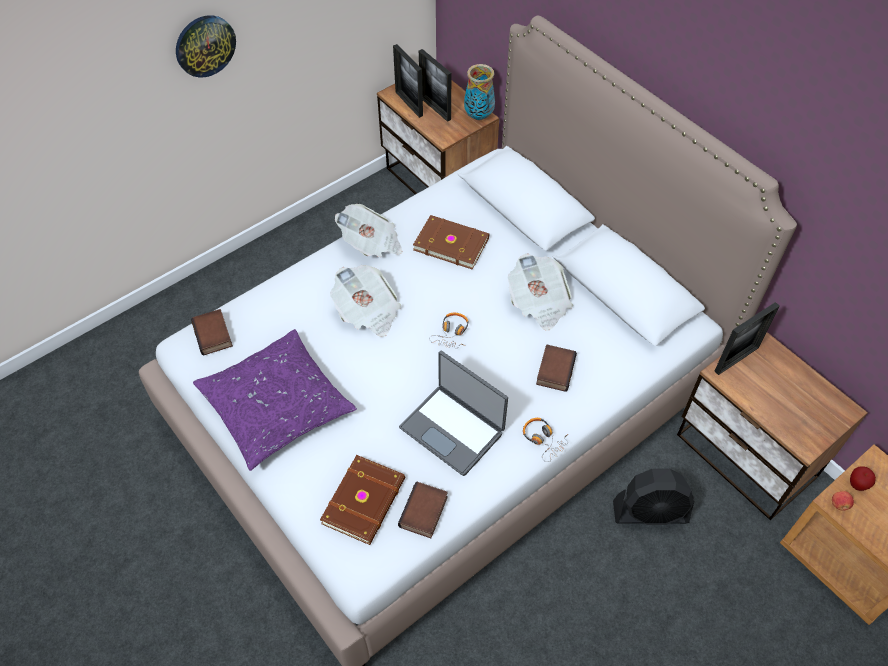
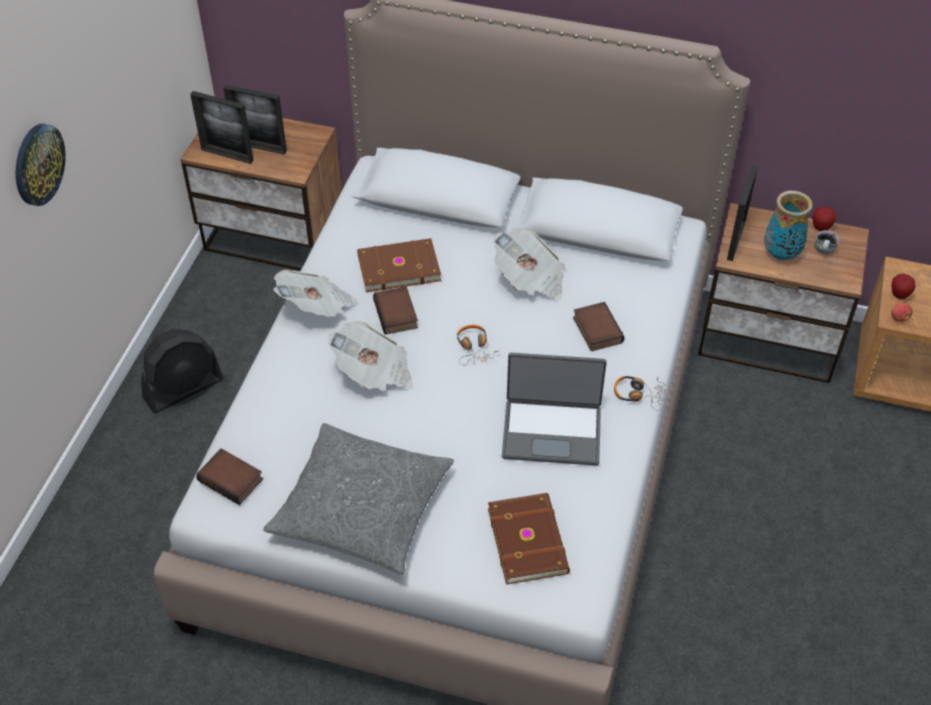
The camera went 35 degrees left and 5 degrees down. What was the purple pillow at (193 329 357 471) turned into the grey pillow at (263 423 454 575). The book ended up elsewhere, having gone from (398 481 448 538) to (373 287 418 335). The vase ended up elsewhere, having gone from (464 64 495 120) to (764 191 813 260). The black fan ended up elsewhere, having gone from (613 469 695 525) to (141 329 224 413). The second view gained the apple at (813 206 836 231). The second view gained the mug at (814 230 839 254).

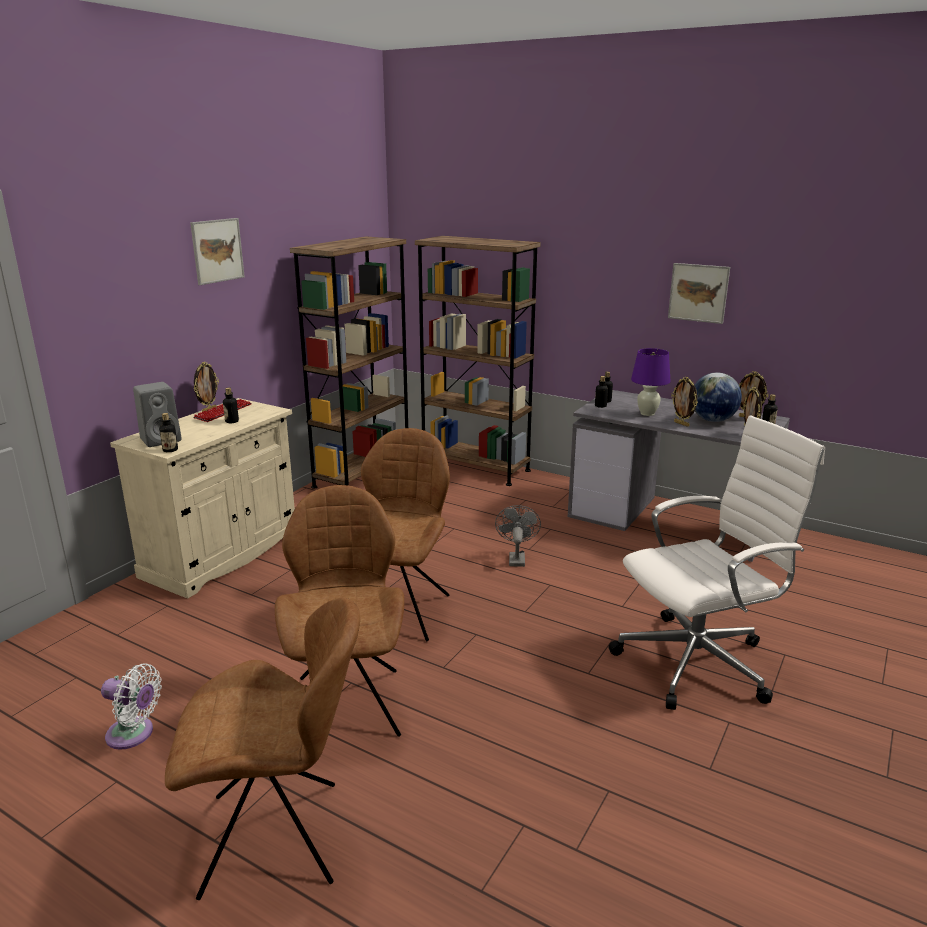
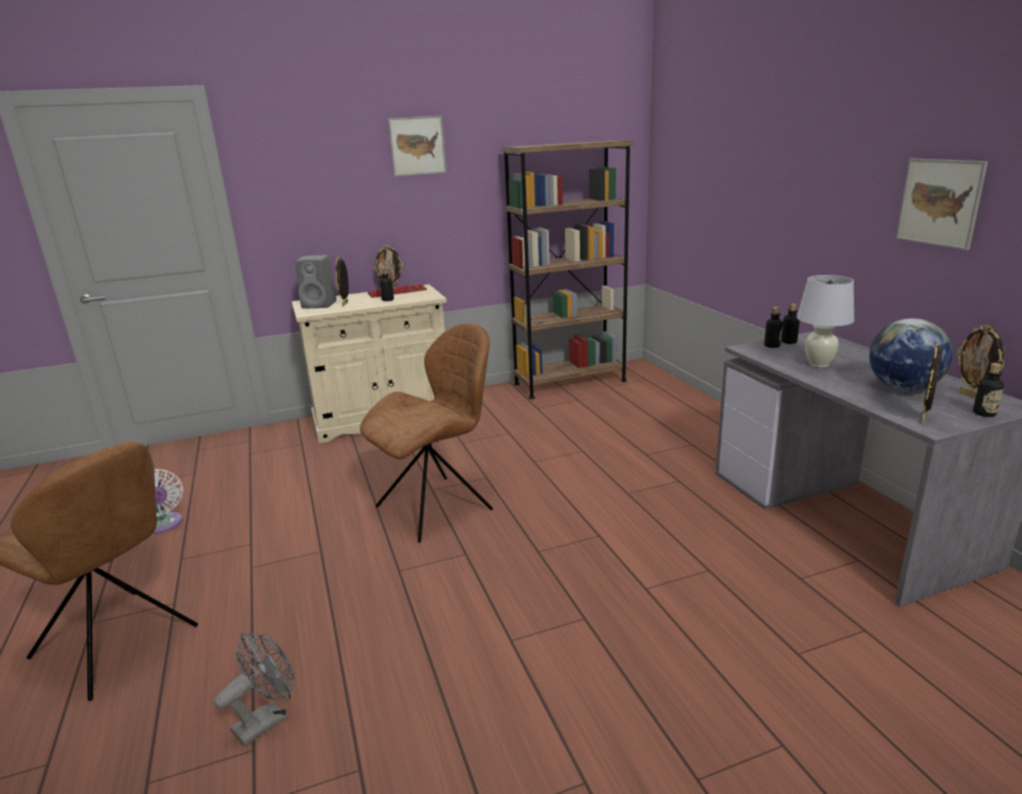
The camera went 40 degrees right and 0 degrees up. The second view lost the bottle at (159 413 178 452). The second view lost the brown chair at (275 485 404 737). The second view lost the brown bookcase at (415 236 541 486). The grey fan ended up elsewhere, having gone from (495 505 541 567) to (214 632 294 747). The second view lost the white office chair at (609 415 825 710). What was the purple table lamp at (631 348 671 416) turned into the white table lamp at (797 275 854 367). The picture frame ended up elsewhere, having gone from (671 377 698 427) to (335 256 349 306).

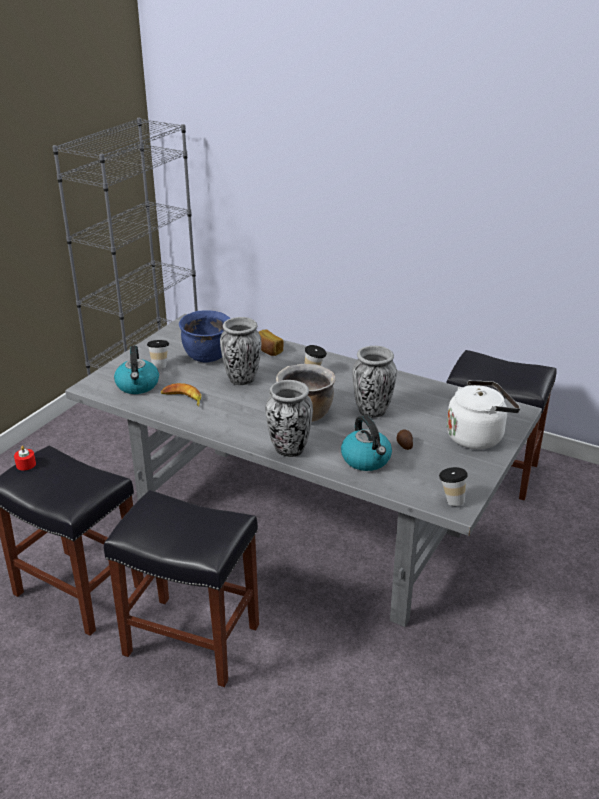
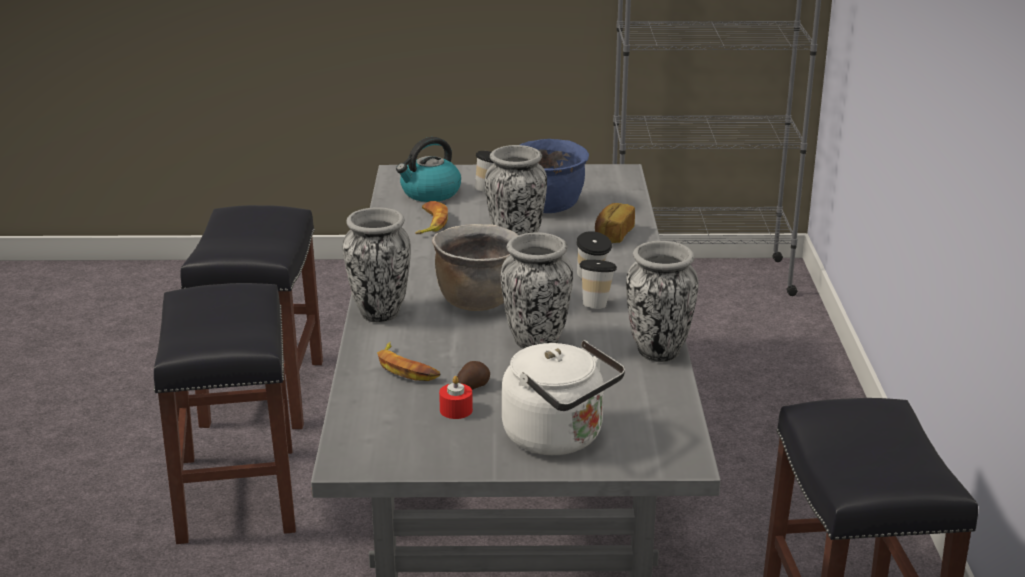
The camera went 60 degrees right and 5 degrees down. The red candle ended up elsewhere, having gone from (14 446 36 470) to (439 376 473 419). Where the kettle stood at (341 415 392 471), the banana came to stand at (377 342 440 381). The cup ended up elsewhere, having gone from (439 467 468 506) to (580 260 617 308). The second view gained the vase at (626 241 698 362).

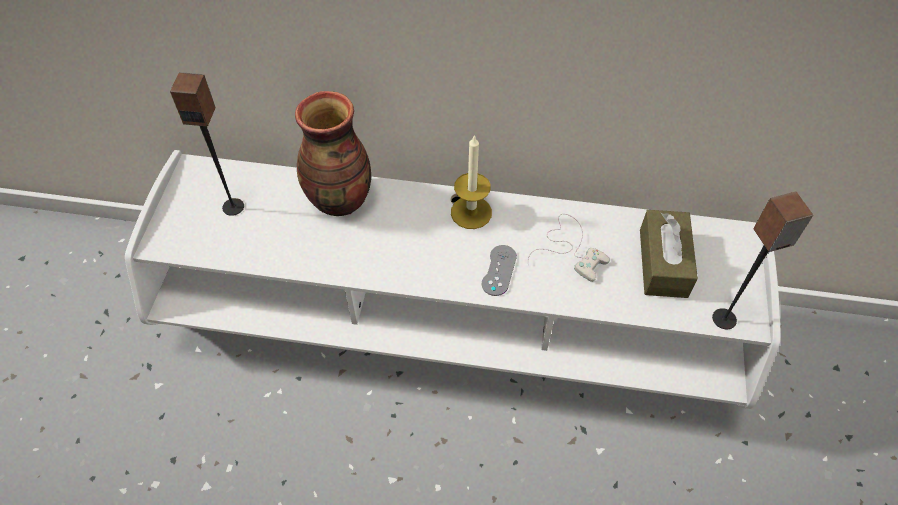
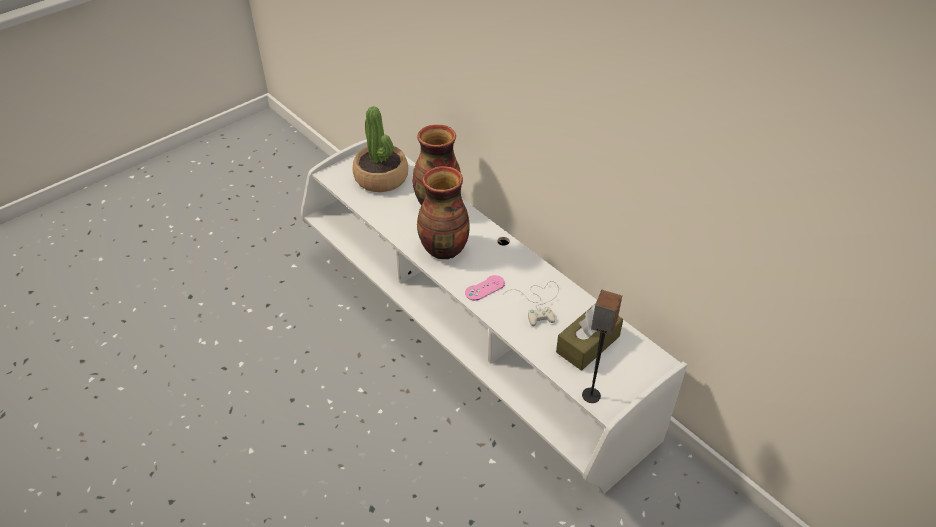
The camera went 40 degrees right and 10 degrees down. Where the speaker stood at (170 72 244 216), the potted plant came to stand at (353 106 408 192). The second view lost the candle at (451 135 492 229). What was the grey game controller at (482 245 517 296) turned into the pink game controller at (465 275 505 301). The second view gained the vase at (417 166 470 259).

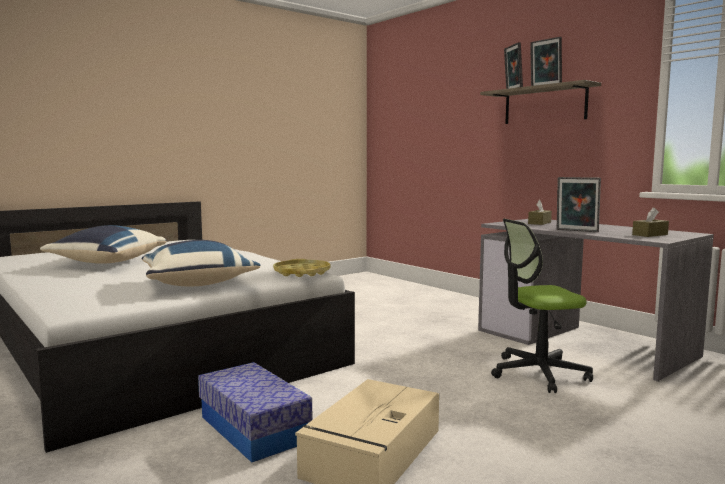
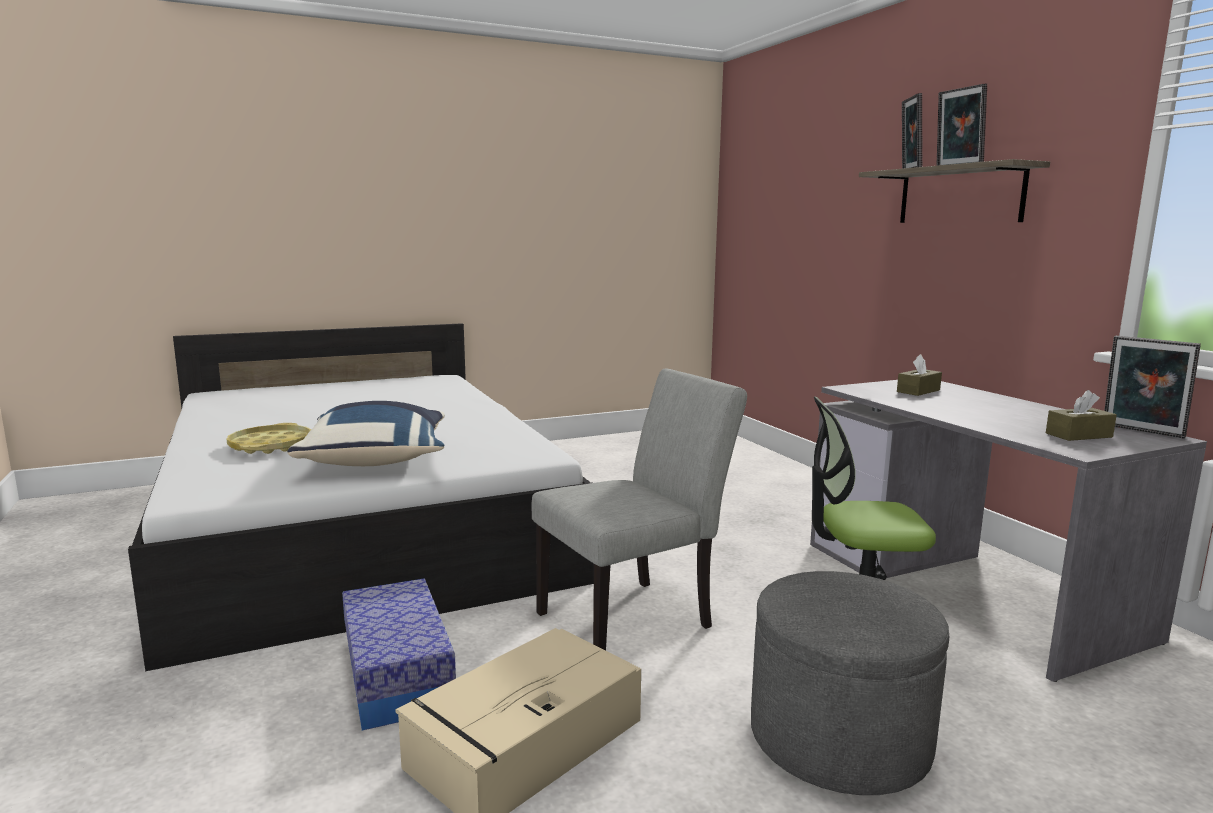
The camera went 15 degrees right and 5 degrees up. The second view lost the blue pillow at (40 225 167 264). The yellow tray ended up elsewhere, having gone from (273 259 330 277) to (226 423 311 454). The picture frame ended up elsewhere, having gone from (557 177 601 232) to (1104 336 1201 438). The second view gained the grey chair at (532 369 747 651). The second view gained the grey ottoman at (751 571 949 795).

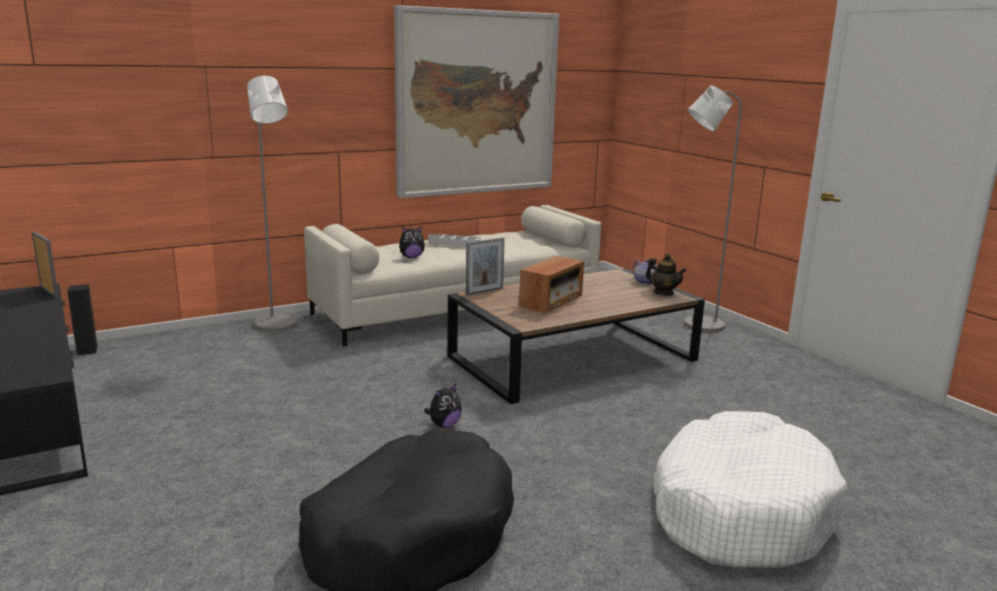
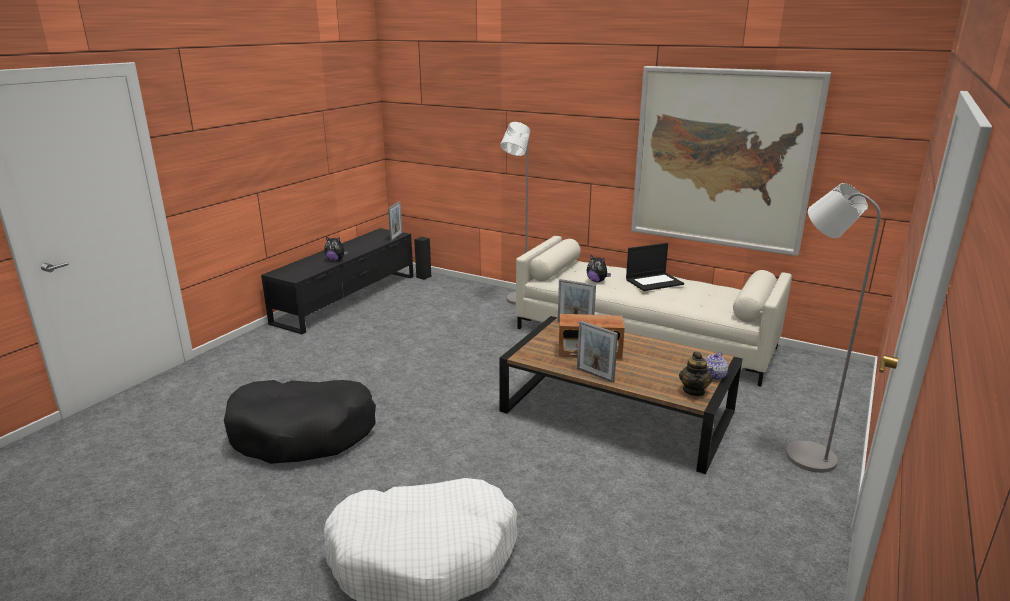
The camera went 60 degrees right and 5 degrees up. The plush toy ended up elsewhere, having gone from (424 384 462 428) to (324 237 348 261). Where the grey tray stood at (428 234 481 246), the laptop came to stand at (626 243 684 291). The second view gained the picture frame at (577 321 618 382).

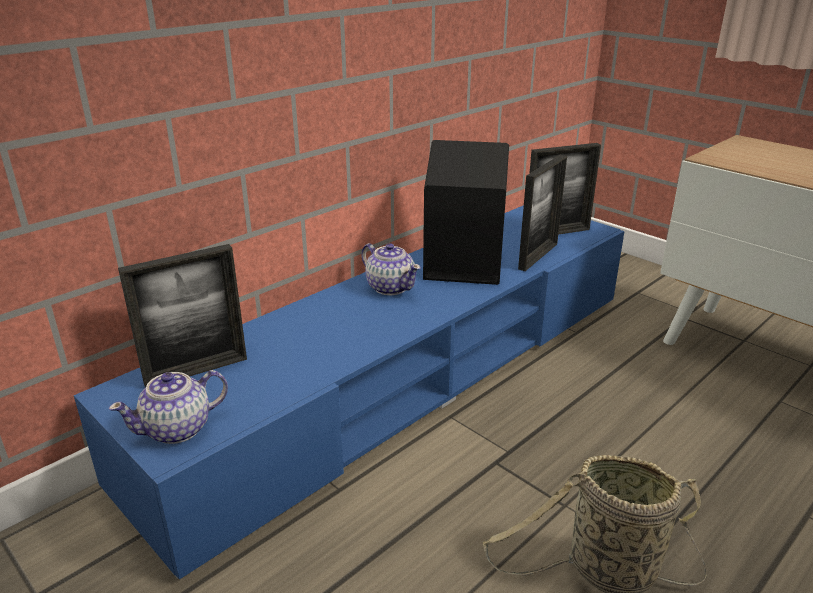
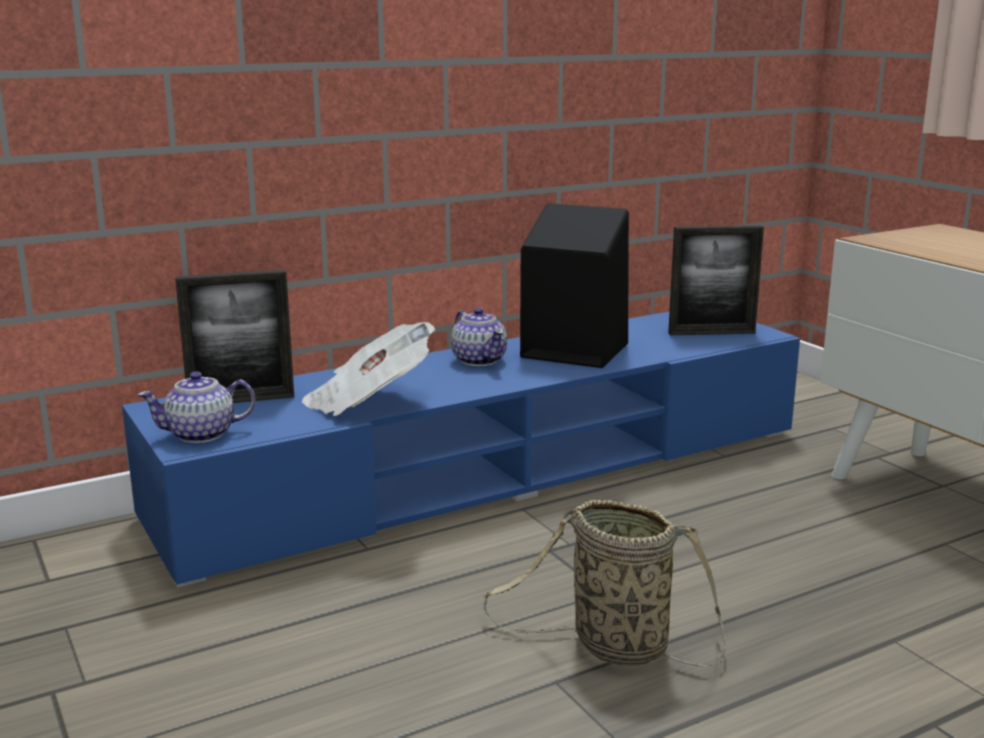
The camera went 15 degrees right and 10 degrees down. The second view lost the picture frame at (518 155 567 271). The second view gained the newspaper at (302 322 435 416).

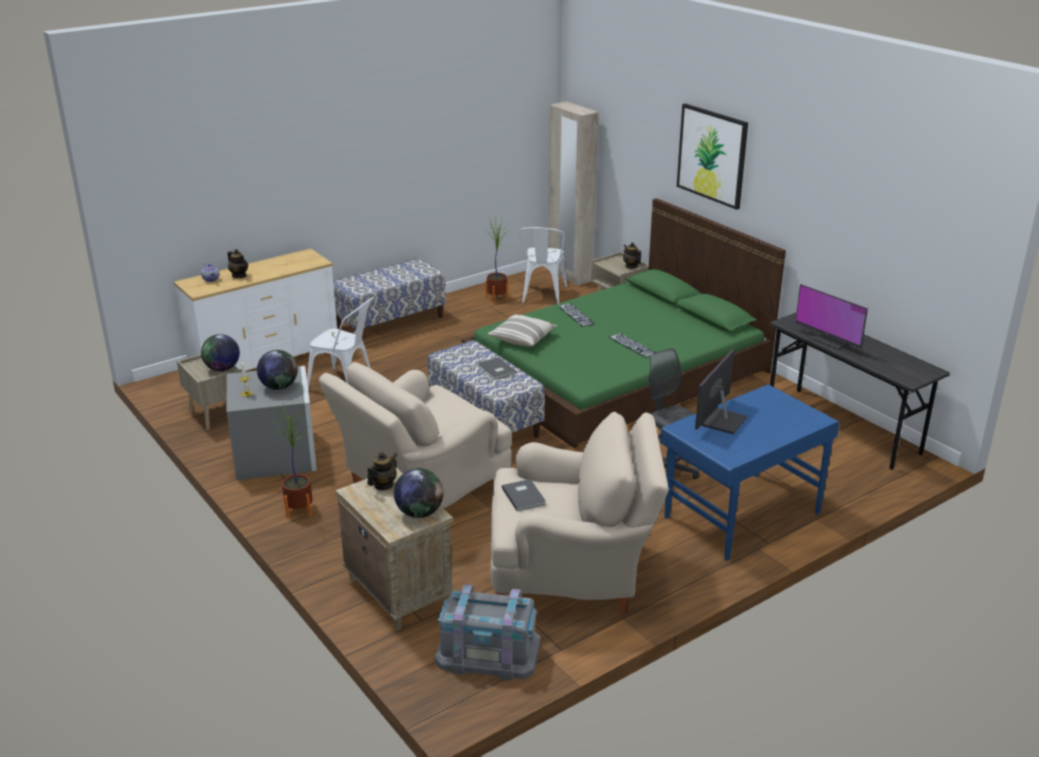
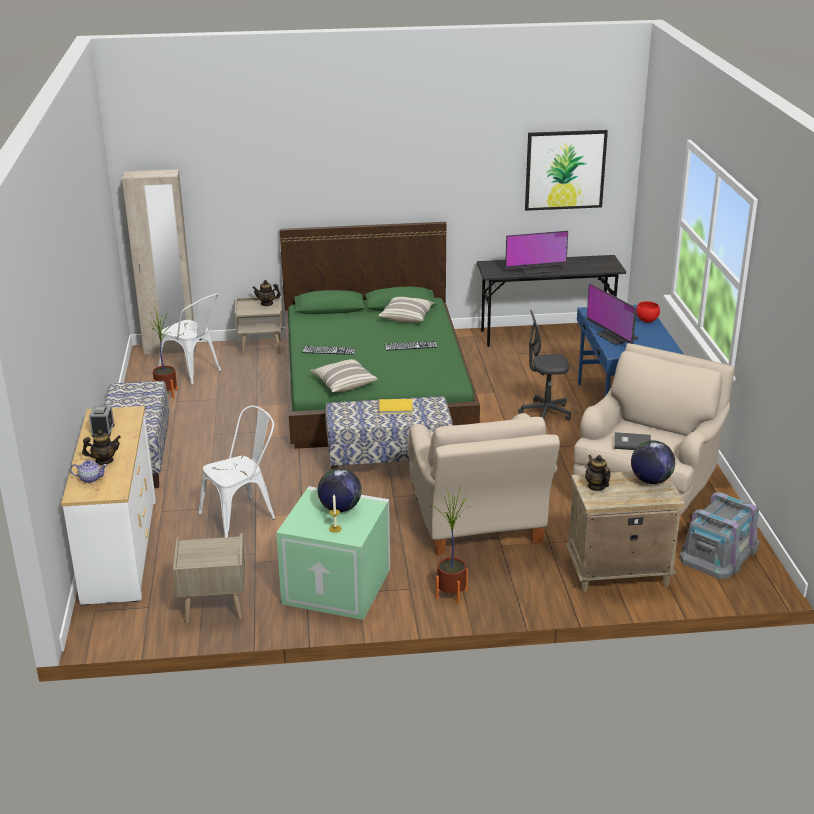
The camera went 60 degrees left and 0 degrees up. The second view lost the globe at (201 334 240 371). What was the grey storage box at (227 366 317 480) turned into the green storage box at (276 486 390 620). What was the grey book at (478 357 516 380) turned into the yellow book at (379 399 413 414). The picture ended up elsewhere, having gone from (677 103 748 210) to (525 130 608 211). The second view gained the alarm clock at (89 406 115 437). The second view gained the pillow at (378 297 435 322). The second view gained the red bowl at (636 301 660 323).

